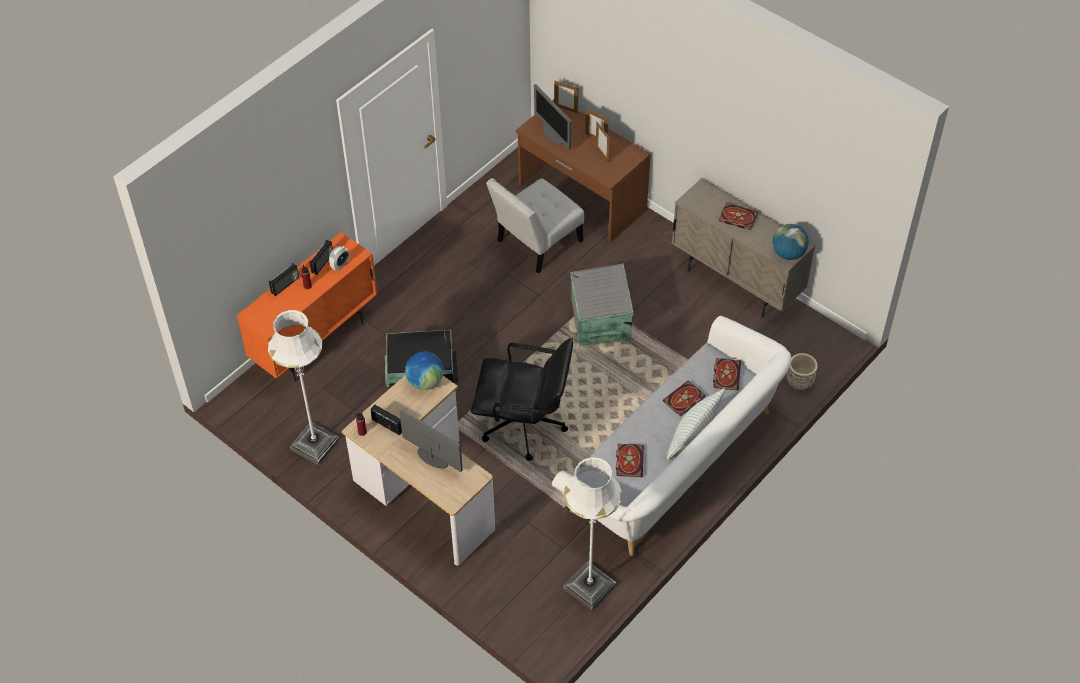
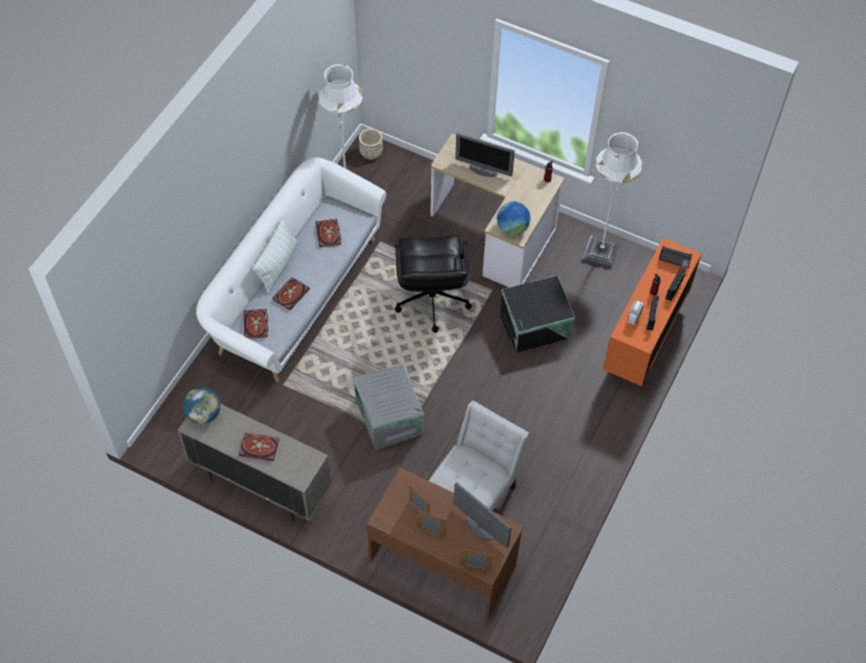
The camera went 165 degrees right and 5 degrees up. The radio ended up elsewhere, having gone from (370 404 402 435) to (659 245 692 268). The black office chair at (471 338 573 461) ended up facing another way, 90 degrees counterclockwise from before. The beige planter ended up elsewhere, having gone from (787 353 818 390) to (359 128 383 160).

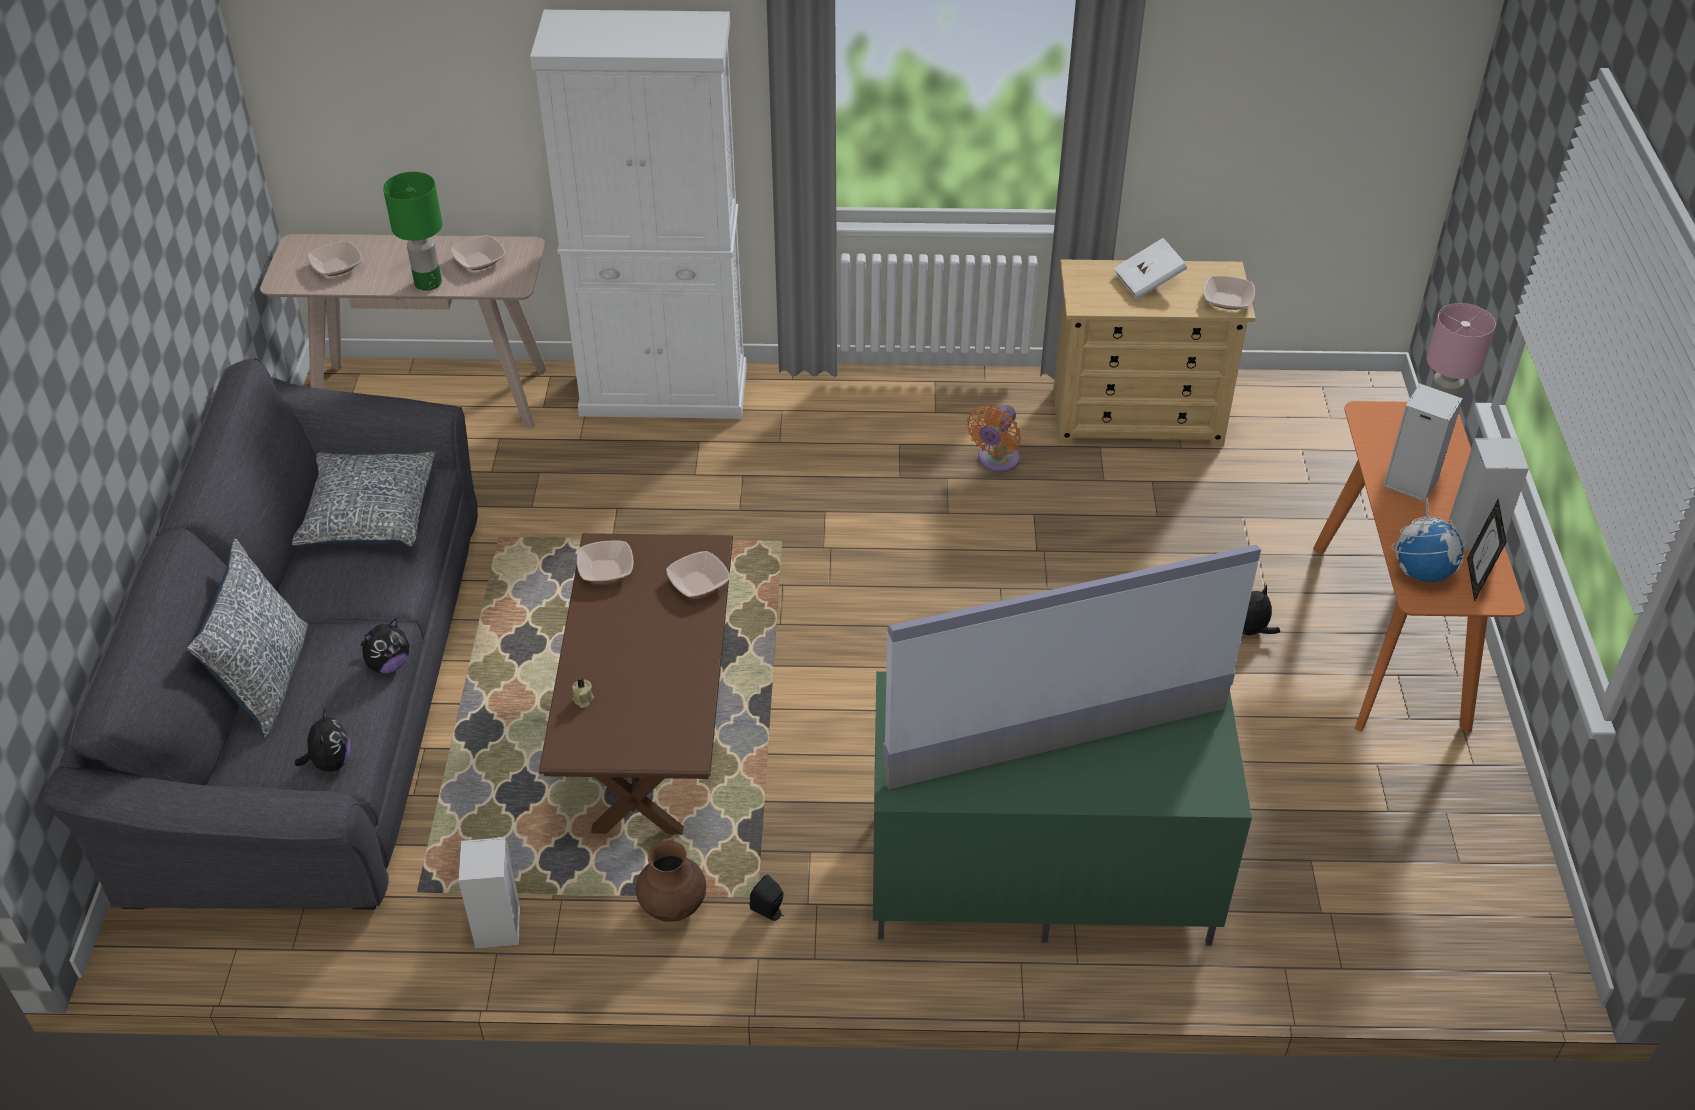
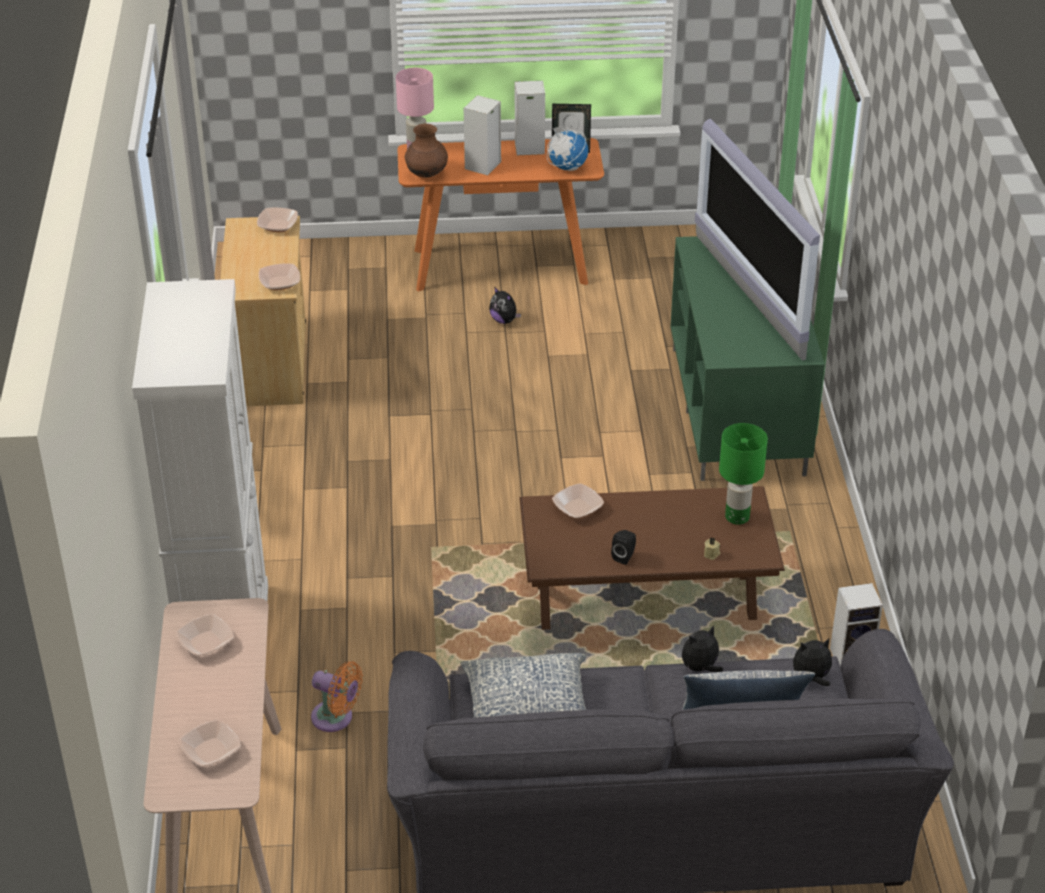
The camera went 95 degrees left and 5 degrees down. The plush toy at (361 618 409 673) ended up facing another way, 75 degrees counterclockwise from before. The green table lamp ended up elsewhere, having gone from (383 172 443 291) to (719 423 768 525). The bowl ended up elsewhere, having gone from (577 541 633 581) to (259 263 300 290). The brown vase ended up elsewhere, having gone from (636 840 706 922) to (405 124 448 177). The black speaker ended up elsewhere, having gone from (750 874 784 921) to (611 530 636 565). The orange fan ended up elsewhere, having gone from (967 405 1021 472) to (311 661 363 732). The second view lost the white book at (1114 238 1187 299).

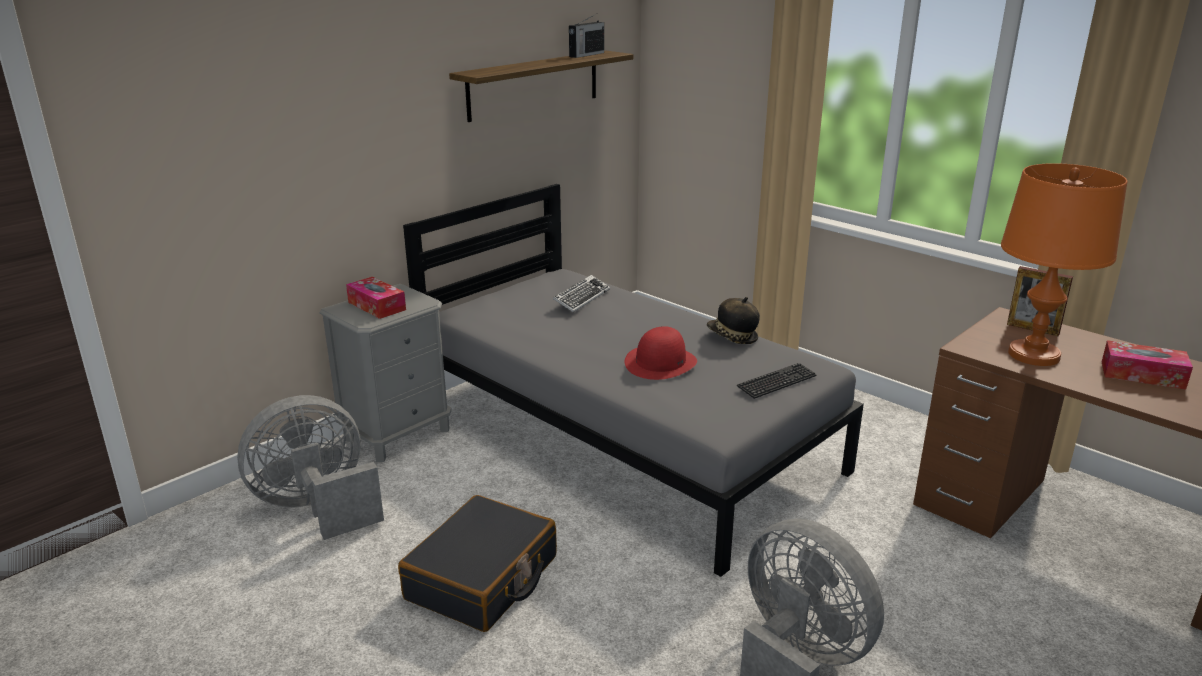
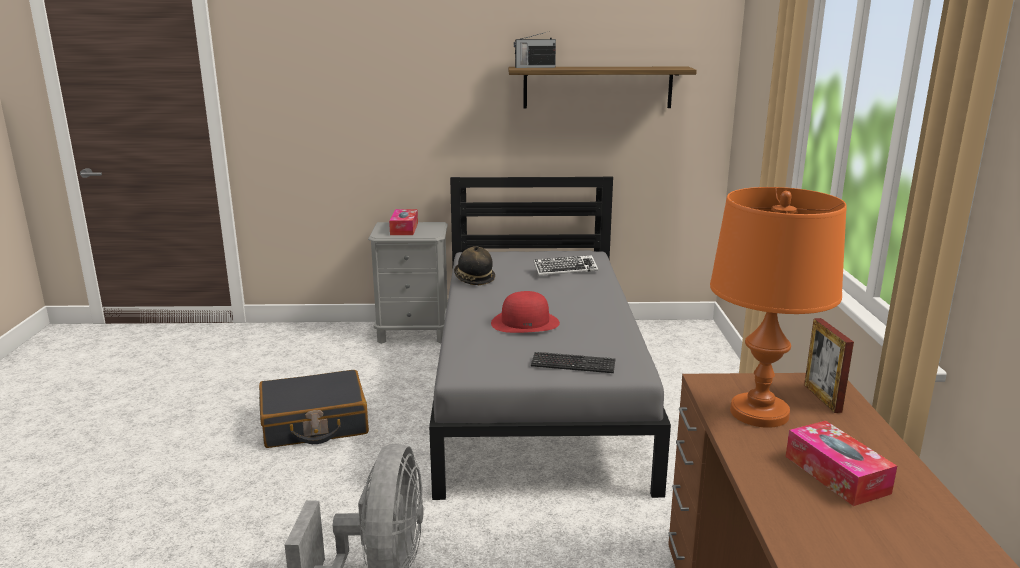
The camera went 45 degrees right and 5 degrees down. The second view lost the grey fan at (237 395 384 540). The radio ended up elsewhere, having gone from (569 14 604 58) to (514 31 556 68). The hat ended up elsewhere, having gone from (707 297 760 344) to (454 246 495 285).

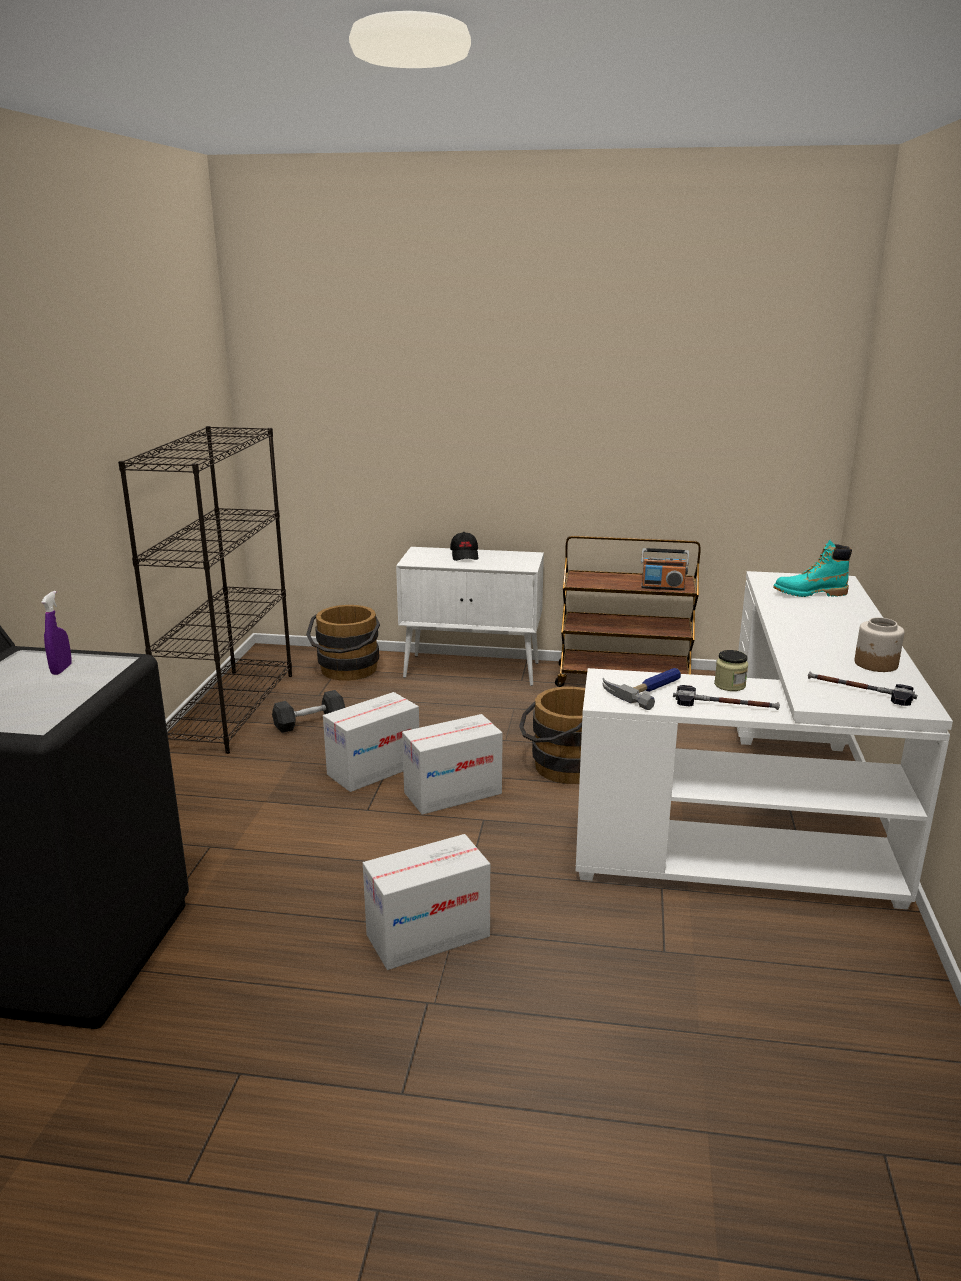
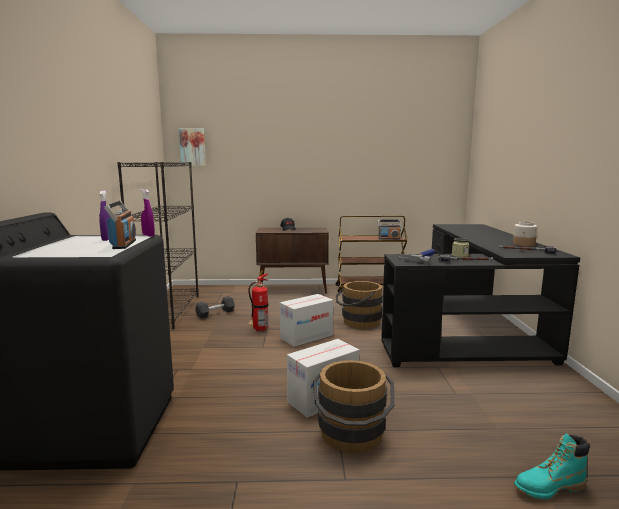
The camera went 10 degrees left and 10 degrees down. The brown bucket ended up elsewhere, having gone from (306 605 380 681) to (313 360 395 453). Where the cardboard box stood at (323 692 419 792), the fire extinguisher came to stand at (248 271 269 331). What was the white cabinet at (396 547 544 686) turned into the brown cabinet at (256 228 329 294). What was the white desk at (576 571 953 910) turned into the black desk at (381 224 580 367). The turquoise boot ended up elsewhere, having gone from (773 540 852 597) to (514 433 590 499). The second view gained the radio at (104 201 136 249). The second view gained the purple spray bottle at (141 189 155 237). The second view gained the picture at (179 129 206 166).

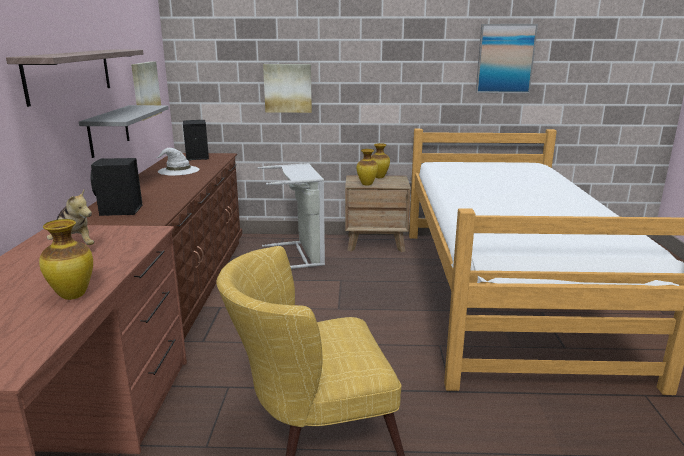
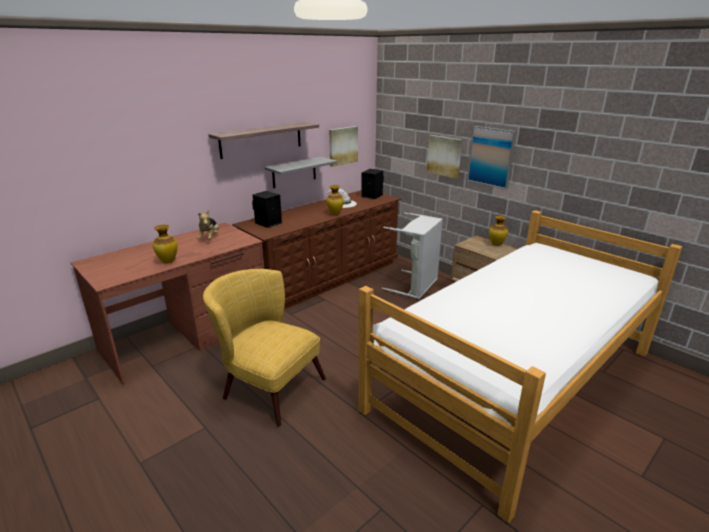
The camera went 45 degrees right and 5 degrees up. The vase ended up elsewhere, having gone from (357 149 378 186) to (326 185 344 215). The picture ended up elsewhere, having gone from (476 24 538 93) to (467 126 516 189).

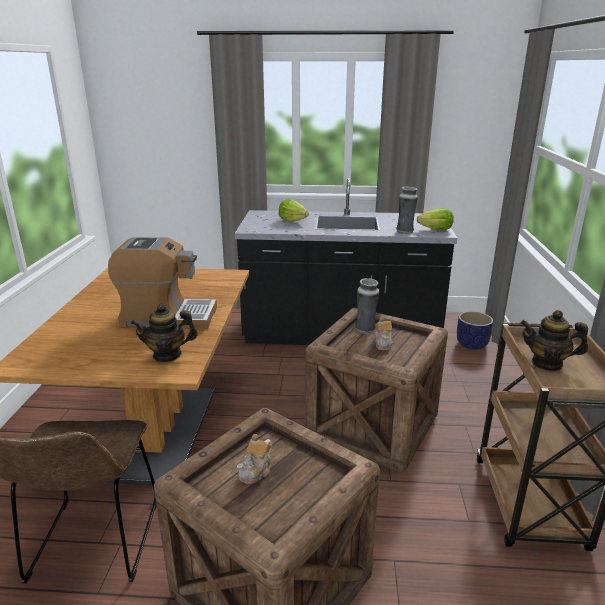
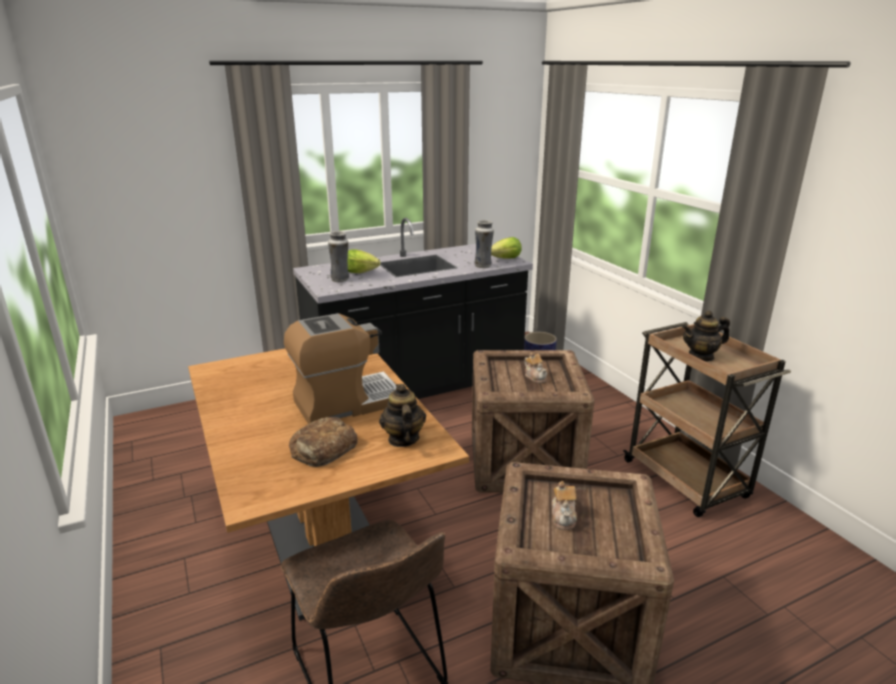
The camera went 30 degrees left and 0 degrees up. The teapot at (131 304 198 362) ended up facing another way, 120 degrees clockwise from before. The vase ended up elsewhere, having gone from (355 278 379 334) to (328 231 349 282). The second view gained the bread at (289 417 358 467).

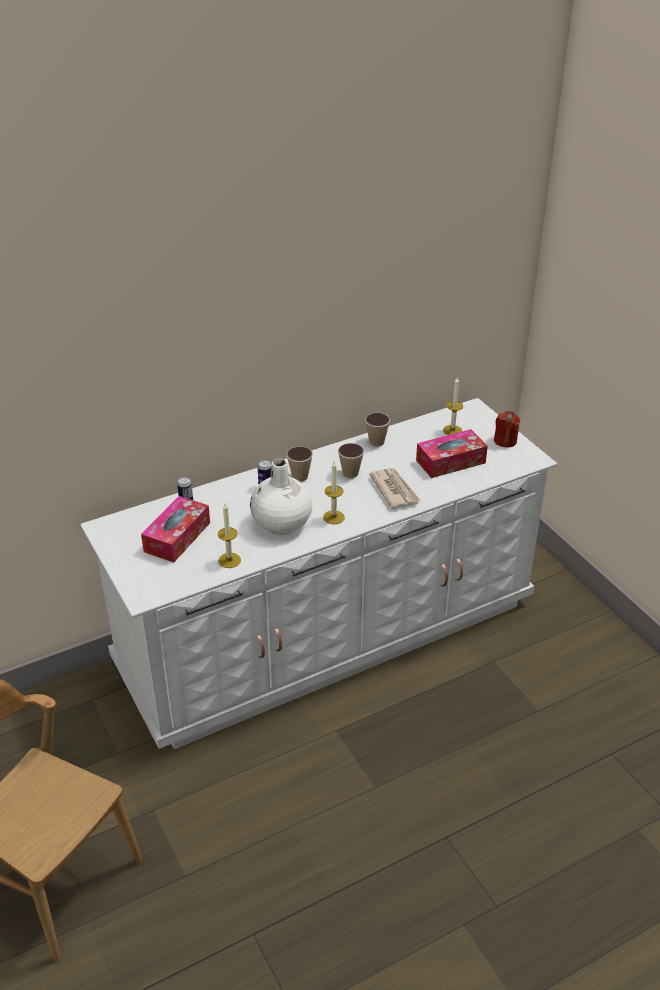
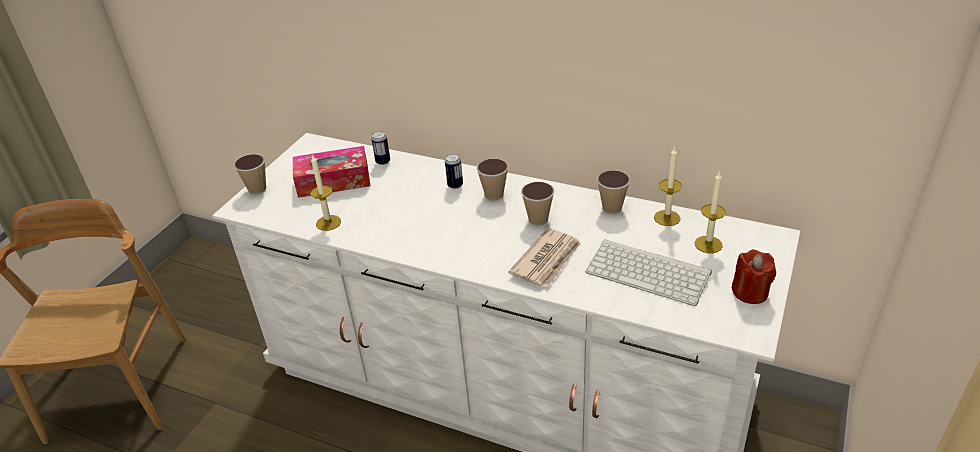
The camera went 55 degrees right and 0 degrees up. The second view lost the white vase at (250 459 312 535). The candle ended up elsewhere, having gone from (323 461 345 524) to (654 146 682 226). Where the tissue box stood at (416 429 488 478), the keyboard came to stand at (585 239 712 306). The second view gained the cup at (234 154 266 194).

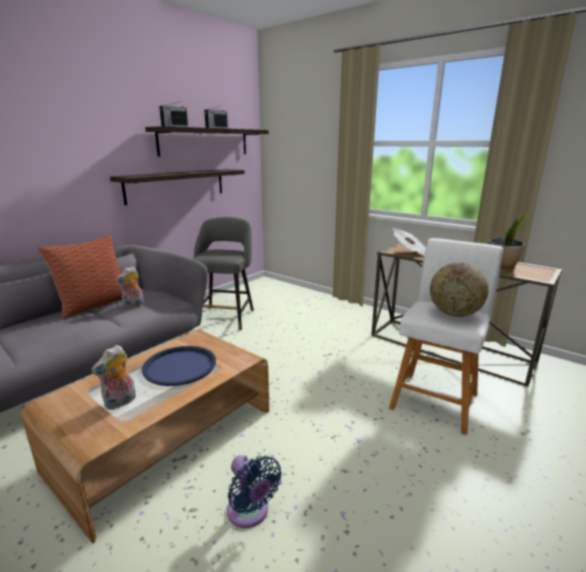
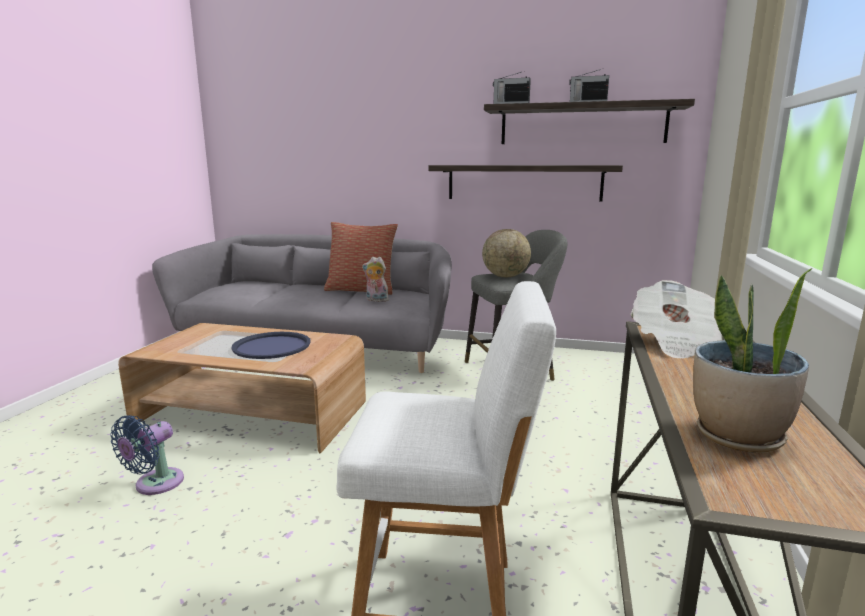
The camera went 65 degrees right and 5 degrees down. The second view lost the plush toy at (91 345 136 410). The globe ended up elsewhere, having gone from (430 262 489 317) to (482 229 531 277).

